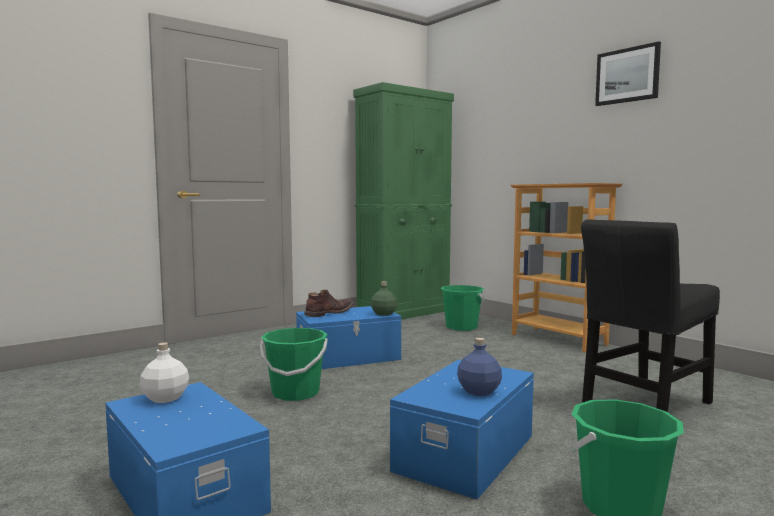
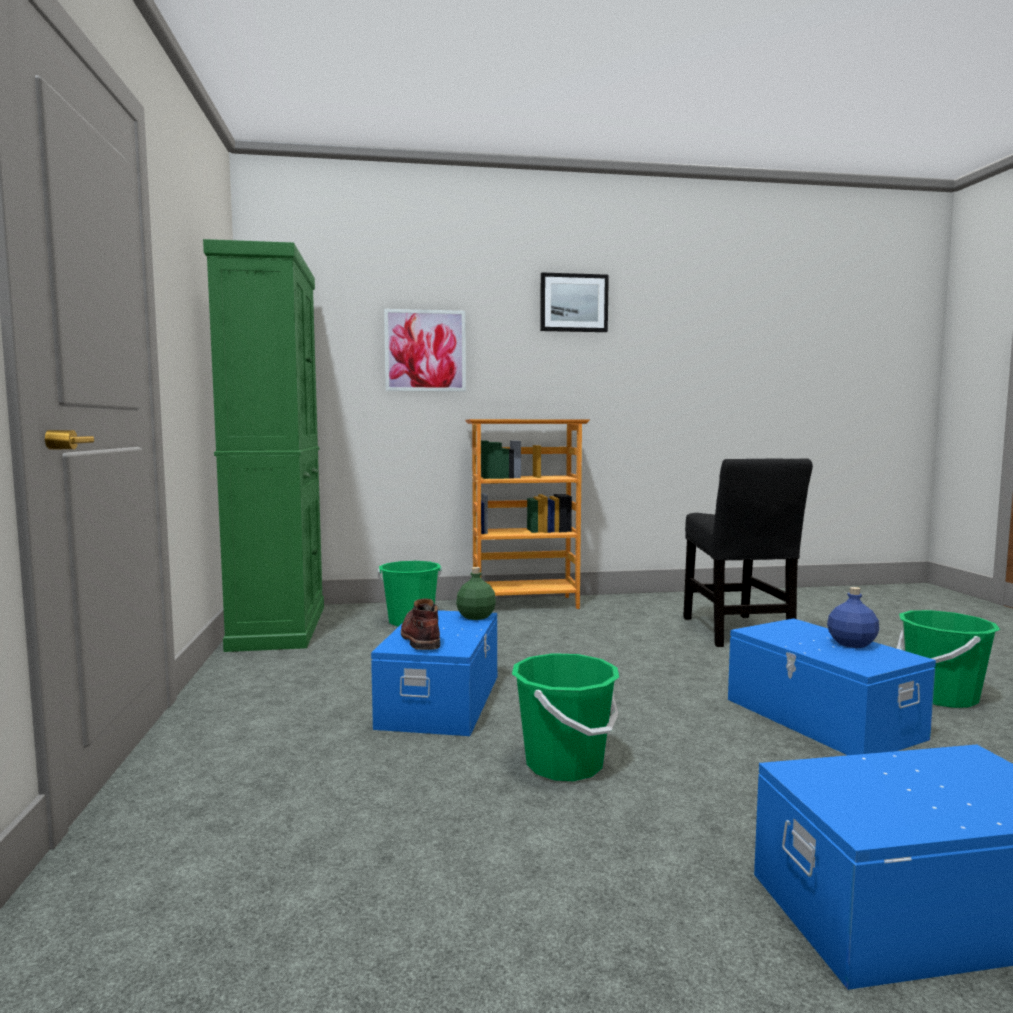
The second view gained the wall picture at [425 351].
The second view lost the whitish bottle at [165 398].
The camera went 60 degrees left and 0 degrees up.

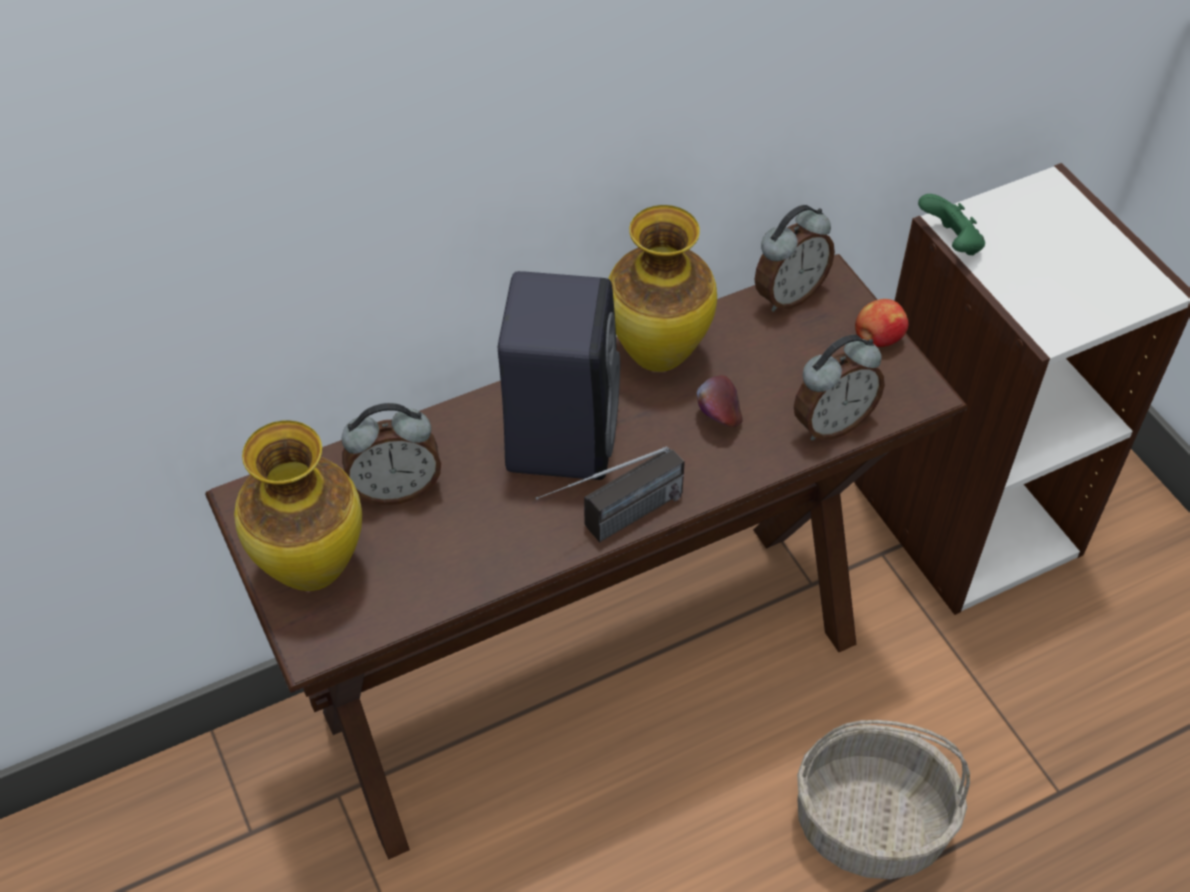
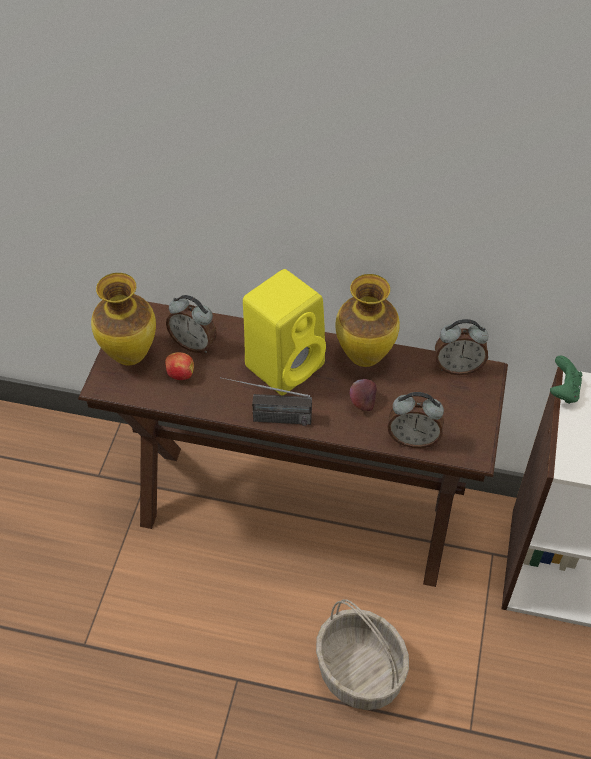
The apple ended up elsewhere, having gone from [877 339] to [180 374].
What was the blackish loudspeaker at [560 432] turned into the yellowish loudspeaker at [286 364].
The camera went 40 degrees right and 0 degrees up.

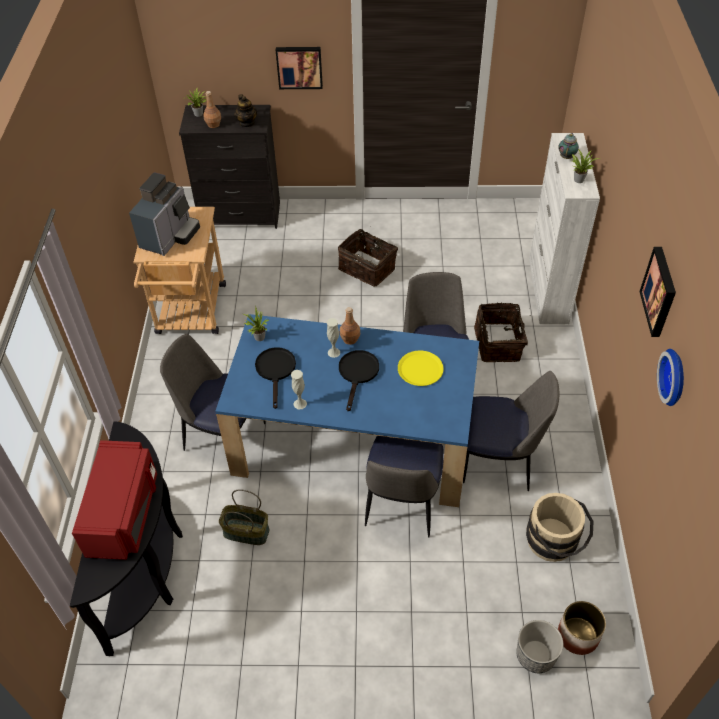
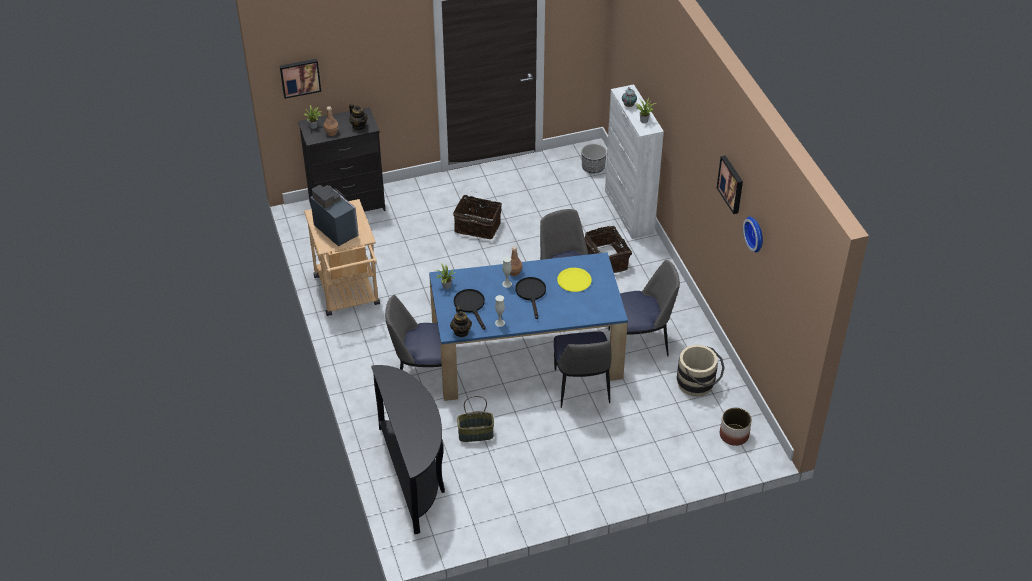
The wall picture ended up elsewhere, having gone from [299 66] to [300 77].
The coffee machine at [169 236] ended up facing another way, 45 degrees counterclockwise from before.
The second view gained the pot for tea at [461 332].
The planter ended up elsewhere, having gone from [536 655] to [593 167].
The second view lost the red-coloured microwave at [124 513].
The camera went 20 degrees left and 5 degrees down.

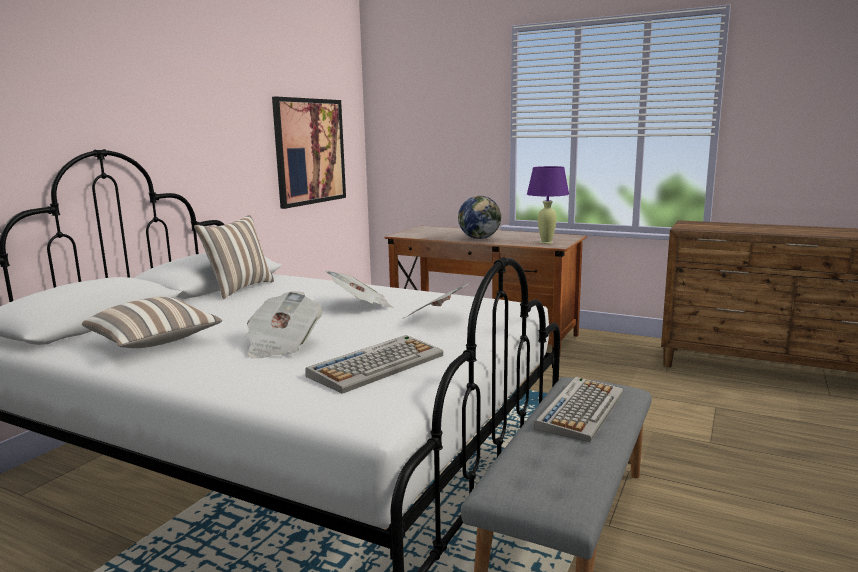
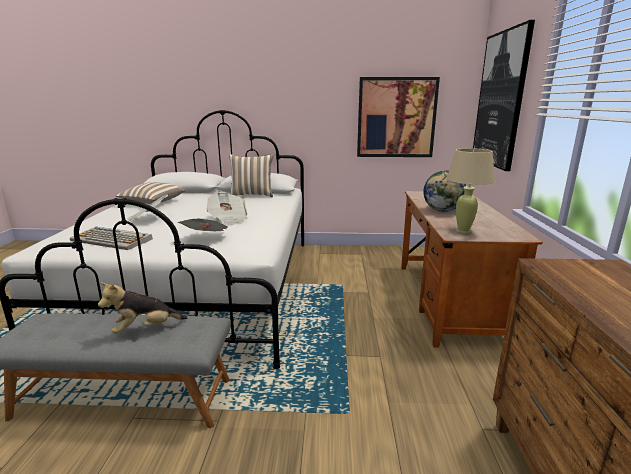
Where the computer keyboard stood at [580 409], the soft toy came to stand at [145 329].
What was the purplish lamp for a table at [546 242] turned into the beige lamp for a table at [463 231].
The second view gained the wall picture at [500 100].
The camera went 65 degrees right and 5 degrees up.

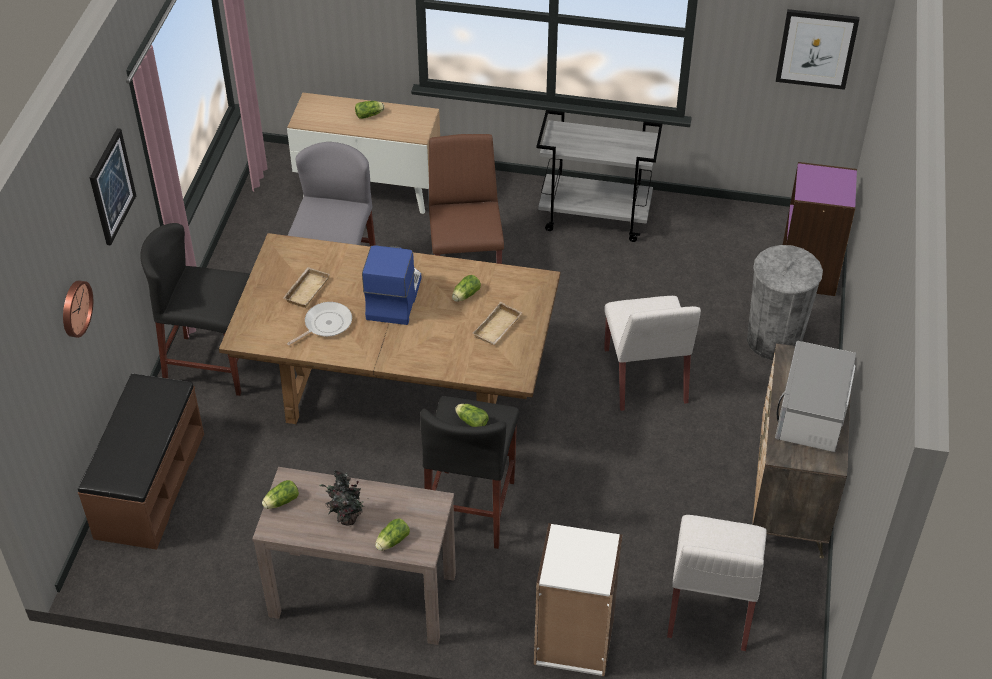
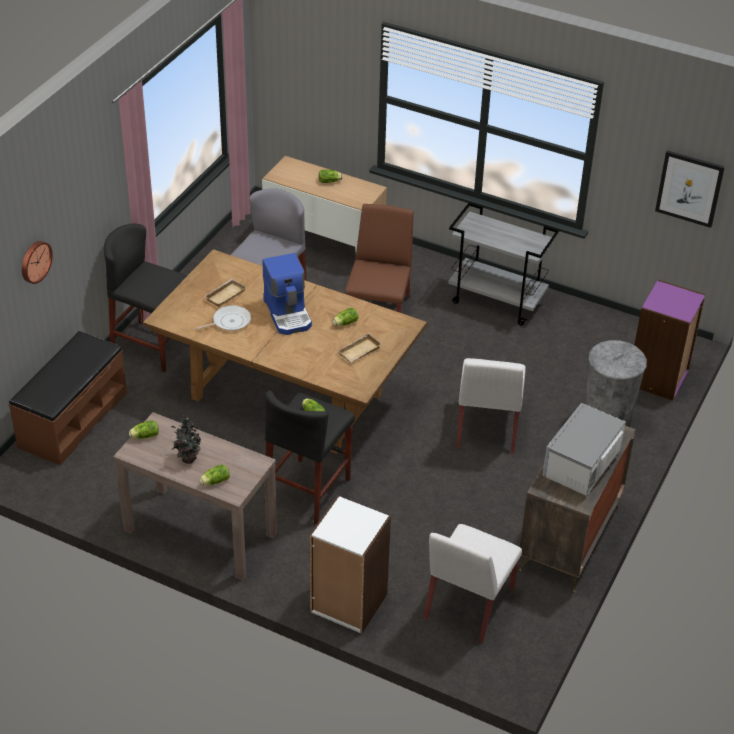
The coffee machine at [393 297] ended up facing another way, 135 degrees clockwise from before.
The second view lost the wall picture at [111 186].
The camera went 15 degrees right and 5 degrees down.

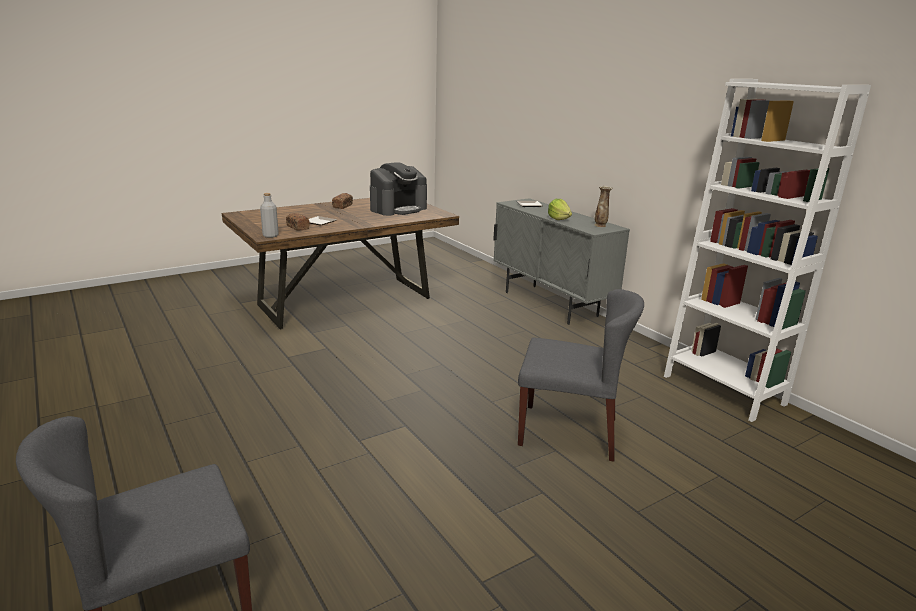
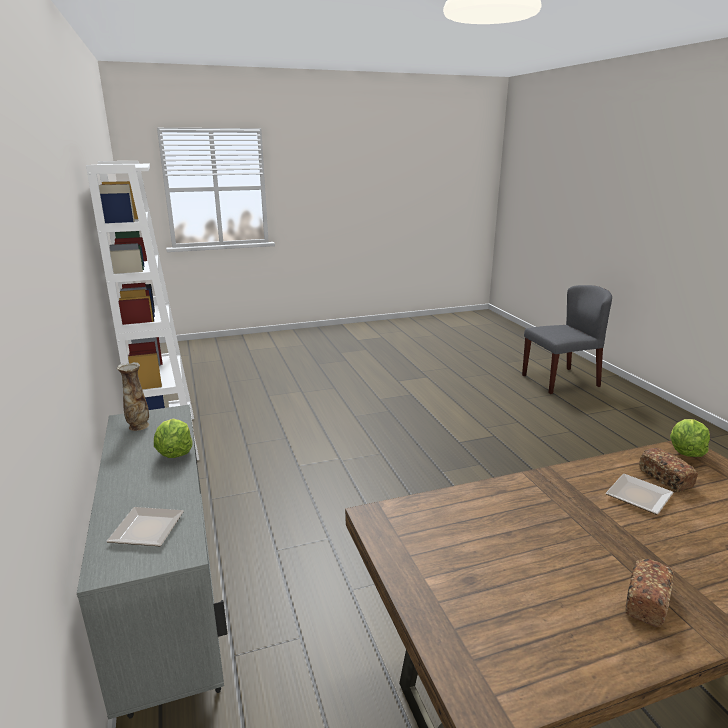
Where the gray bottle stood at [270 236], the lettuce head came to stand at [685 452].
The second view lost the coffee machine at [398 209].
The second view lost the gray chair at [569 431].
The camera went 165 degrees left and 0 degrees up.

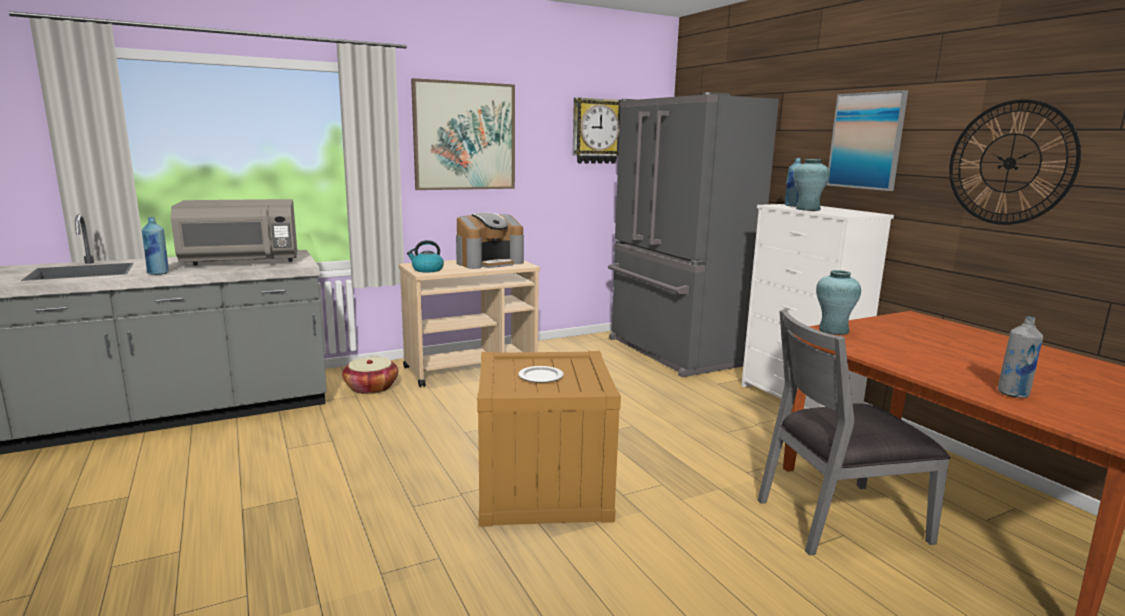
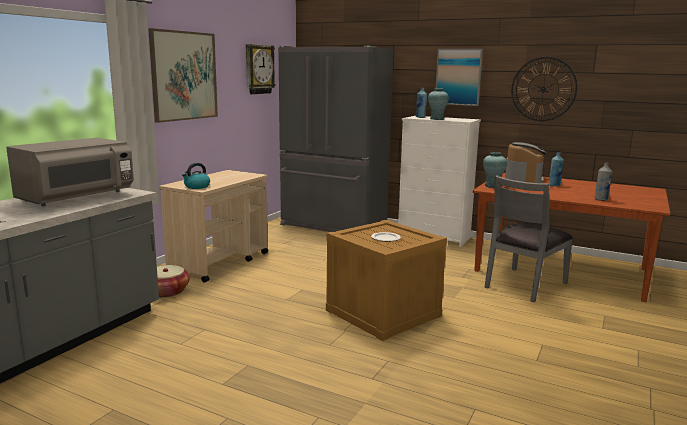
The coffee machine ended up elsewhere, having gone from [489 262] to [524 180].
The bluish bottle ended up elsewhere, having gone from [158 273] to [554 185].
The camera went 35 degrees left and 0 degrees up.

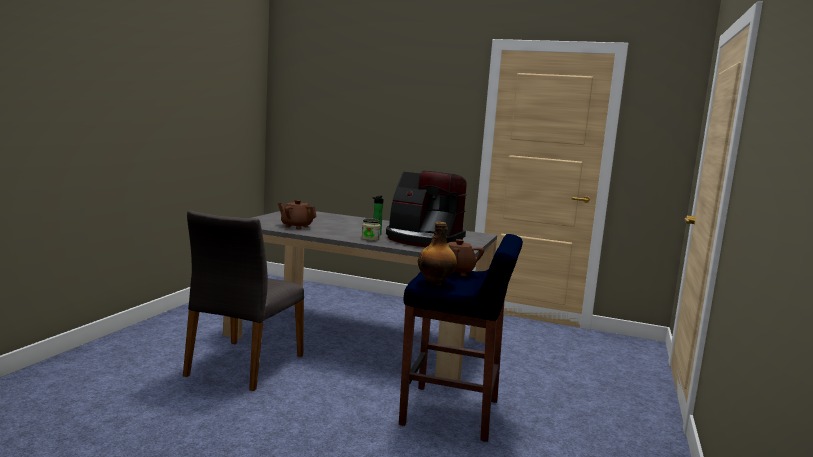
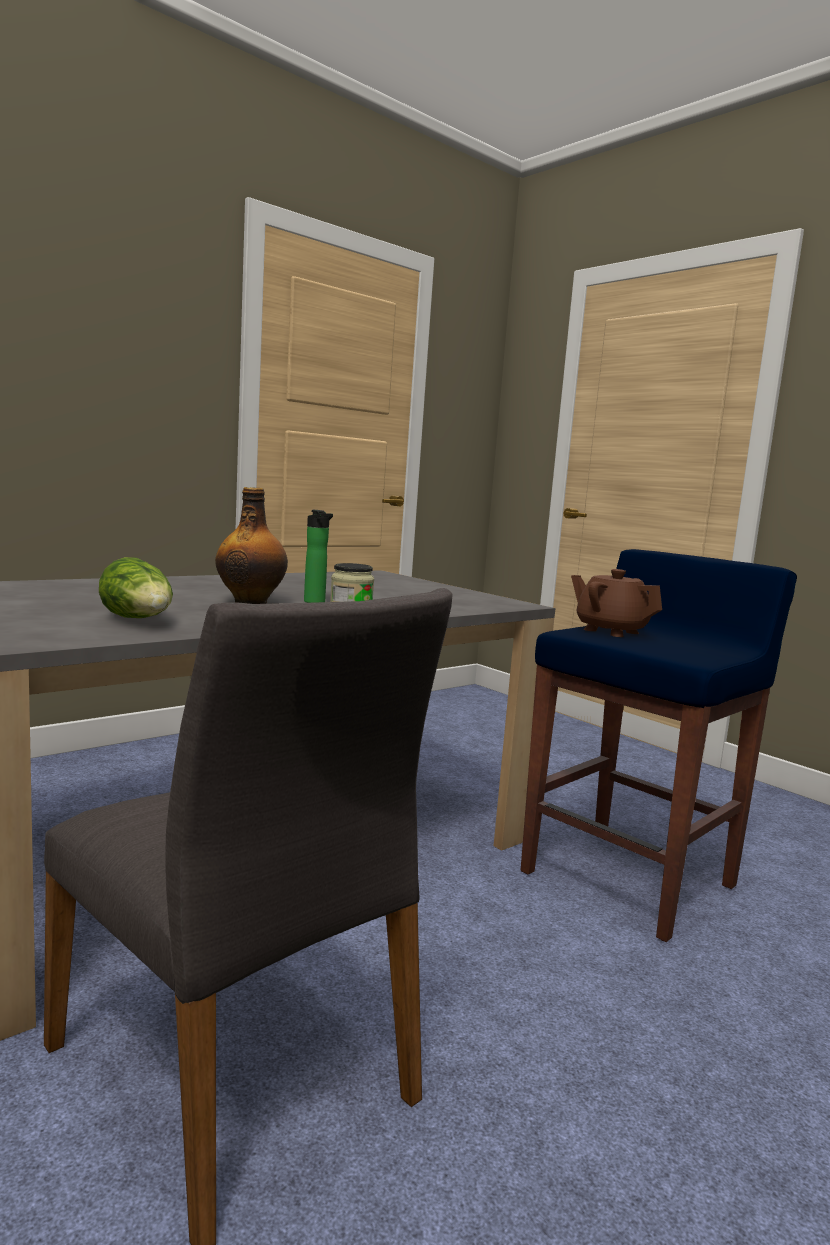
Where the brown pot for tea stood at [296 226], the lettuce head came to stand at [140 620].
The bottle ended up elsewhere, having gone from [436 283] to [251 602].
The second view lost the coffee machine at [423 239].
The camera went 60 degrees left and 0 degrees up.

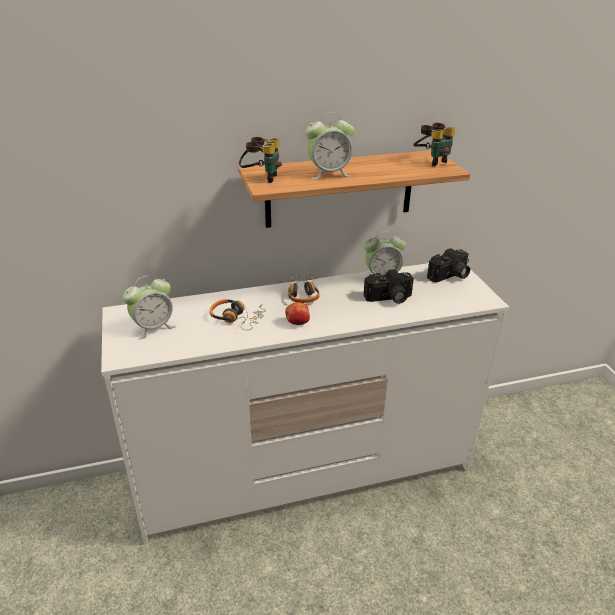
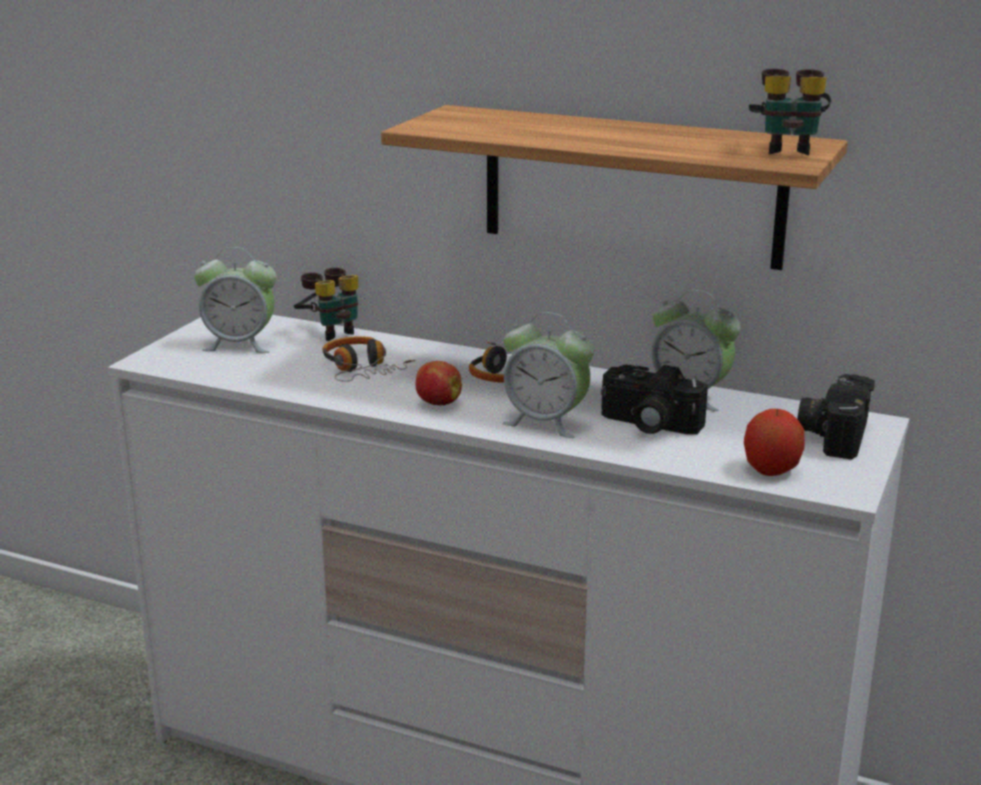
The field glasses ended up elsewhere, having gone from [261 178] to [330 332].
The bedside clock ended up elsewhere, having gone from [329 174] to [546 422].
The second view gained the apple at [771 470].
The still camera at [450 276] ended up facing another way, 105 degrees clockwise from before.
The camera went 40 degrees right and 10 degrees down.

